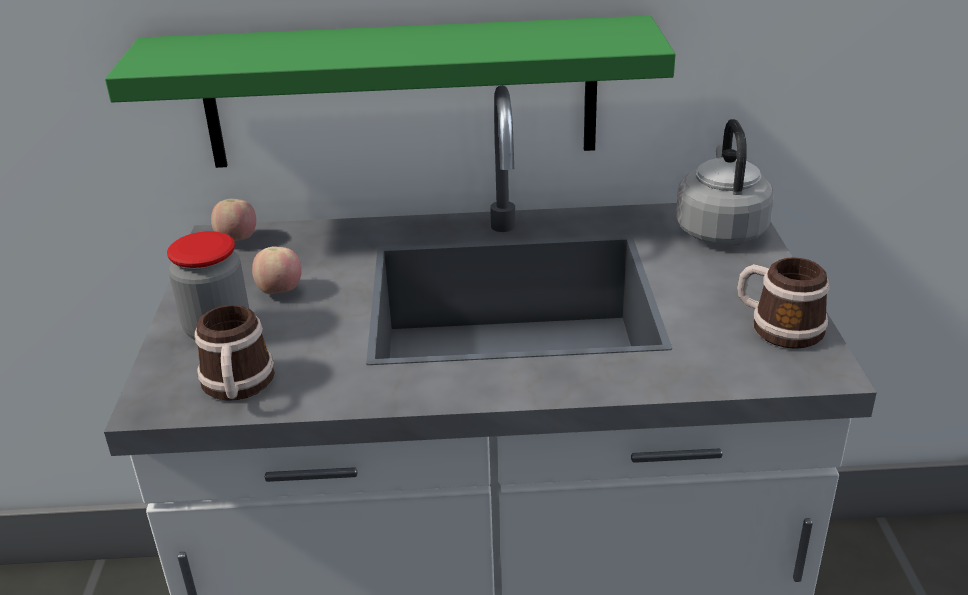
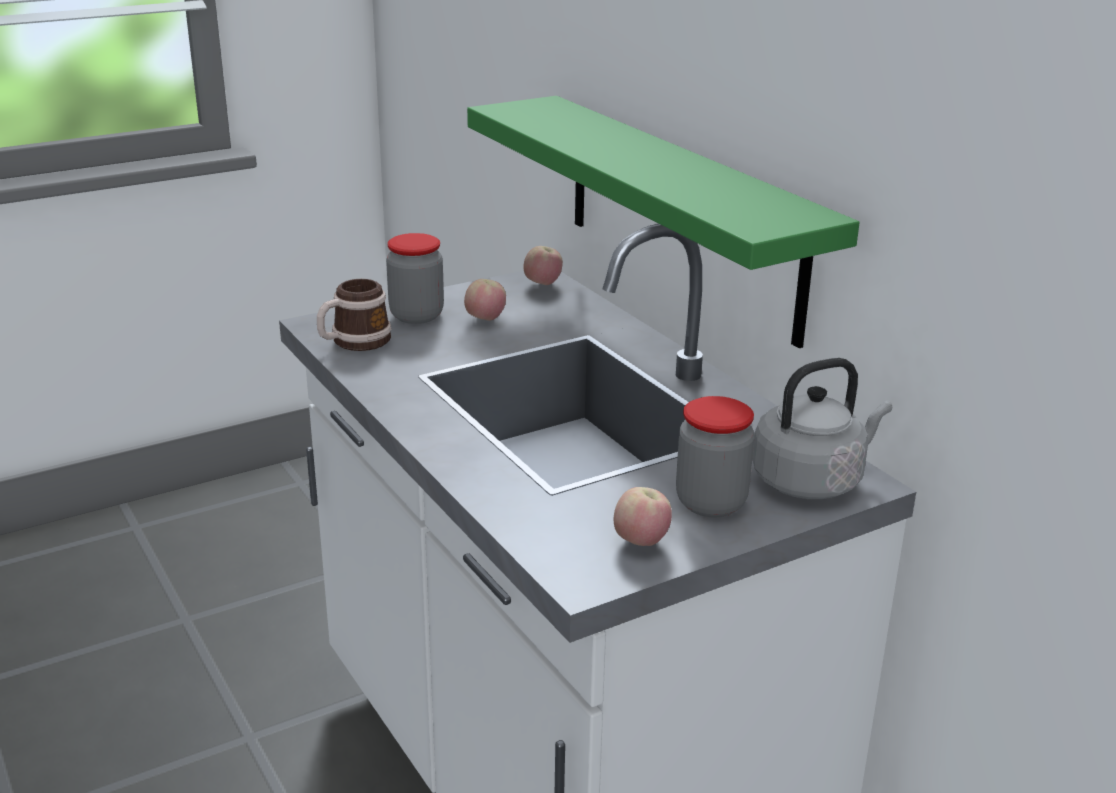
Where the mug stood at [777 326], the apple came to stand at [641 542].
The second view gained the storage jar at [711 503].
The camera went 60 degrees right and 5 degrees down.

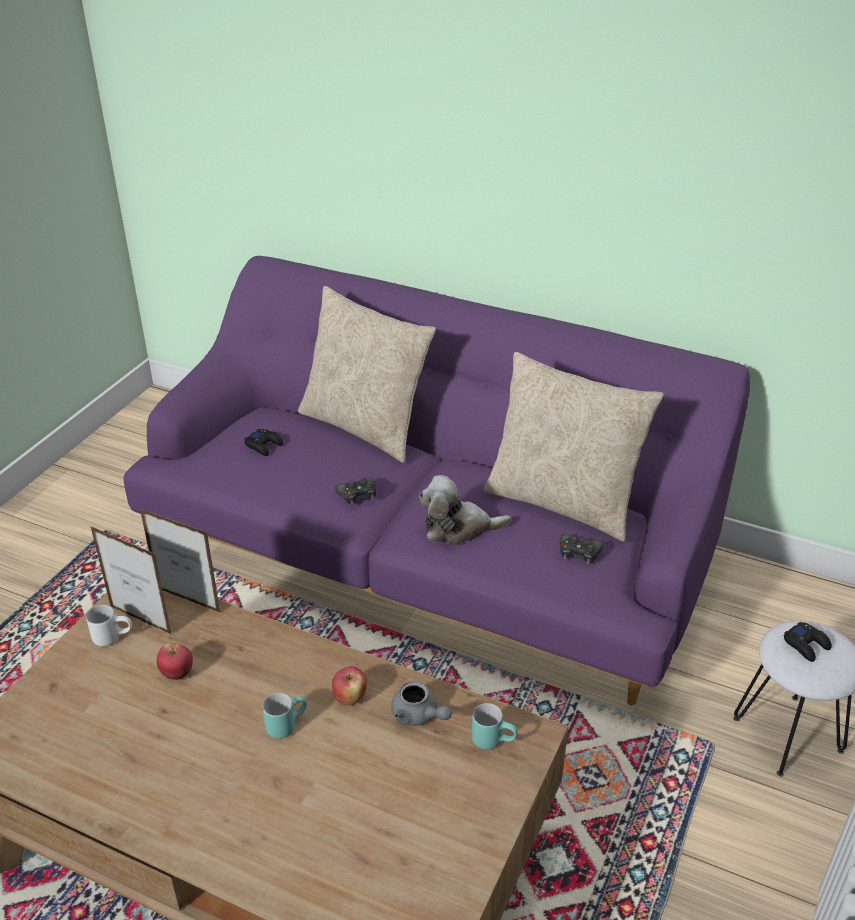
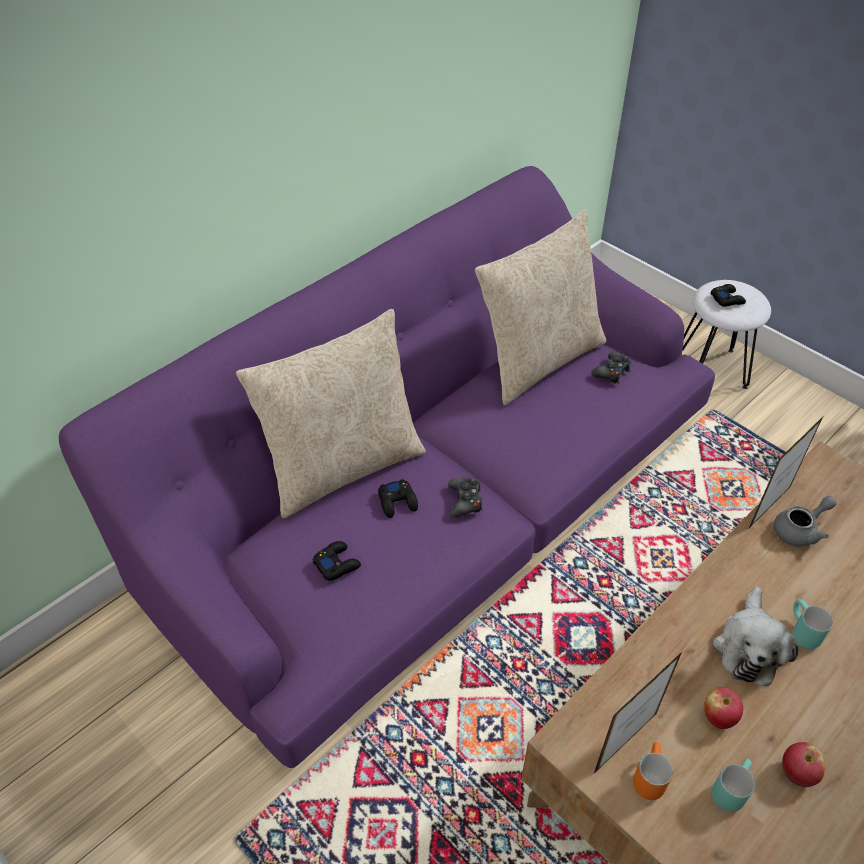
The second view gained the blackish gamepad at [398 502].
What was the whitish mug at [113 636] turned into the orange mug at [647 777].
The blue-green mug ended up elsewhere, having gone from [493 739] to [728 789].
The soft toy ended up elsewhere, having gone from [458 528] to [749 646].
The standing frame ended up elsewhere, having gone from [188 600] to [769 507].
The apple ended up elsewhere, having gone from [350 698] to [797 773].
The camera went 70 degrees left and 10 degrees up.

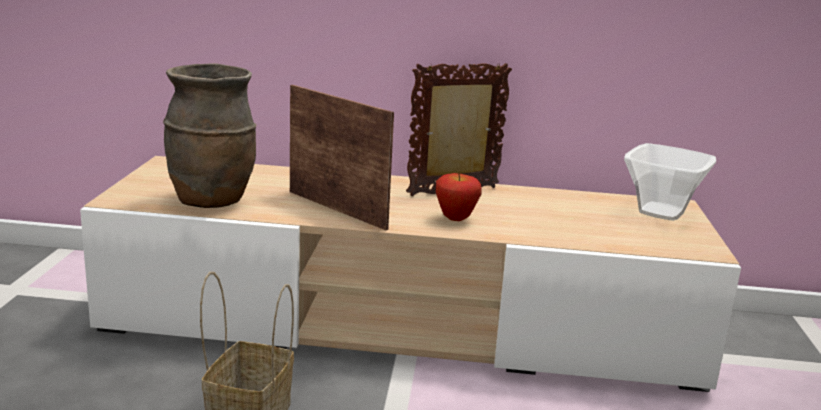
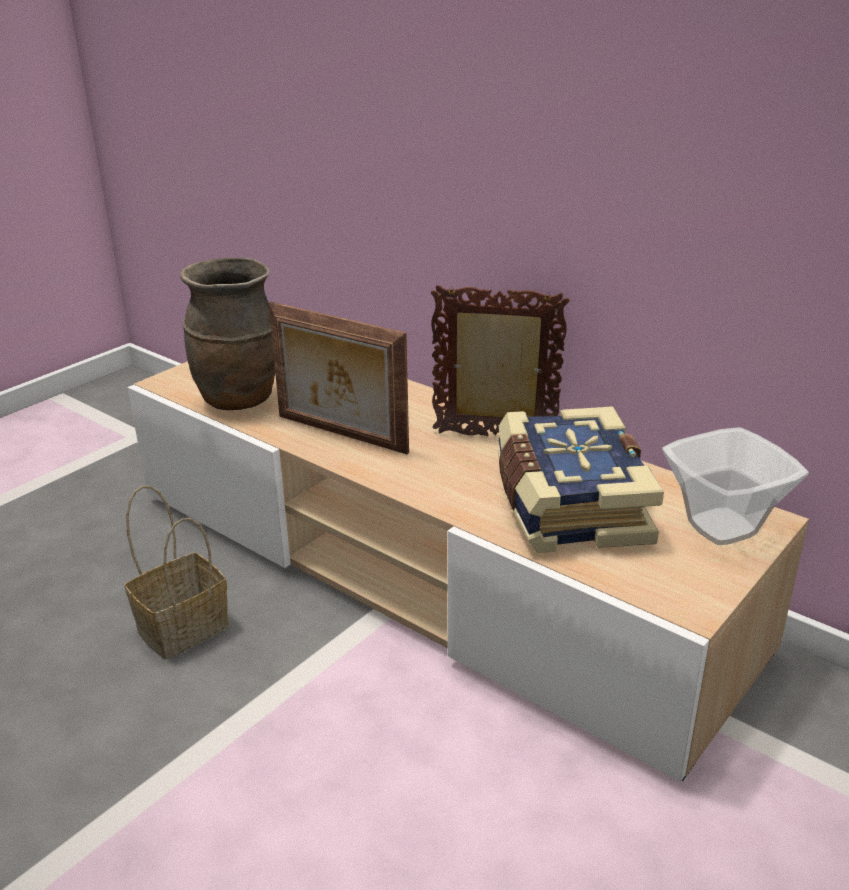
The standing frame at [338 209] ended up facing another way, 135 degrees clockwise from before.
The second view gained the bound book at [567 504].
The second view lost the apple at [456 219].
The camera went 35 degrees right and 10 degrees up.

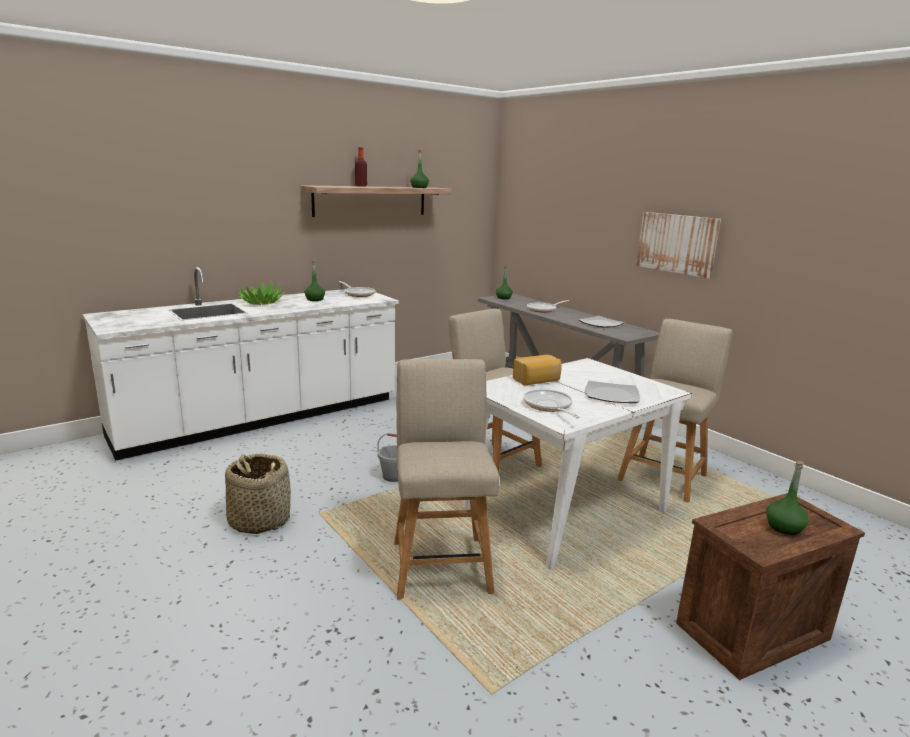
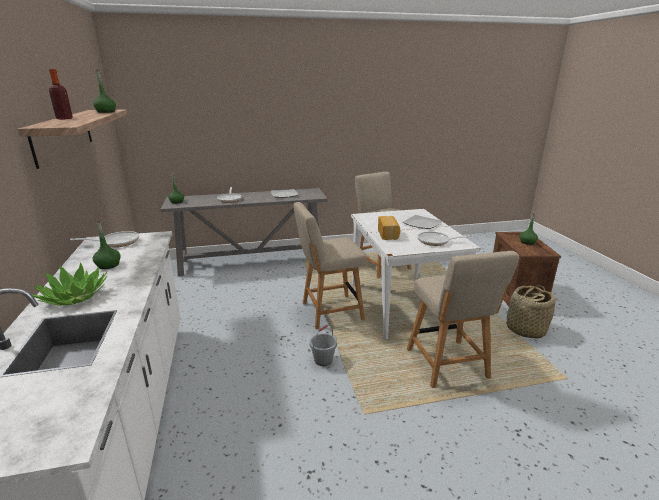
The beige chair at [440 562] ended up facing another way, 120 degrees counterclockwise from before.
The household basket ended up elsewhere, having gone from [259 520] to [525 329].
The second view lost the wall picture at [677 243].
The camera went 65 degrees left and 5 degrees up.

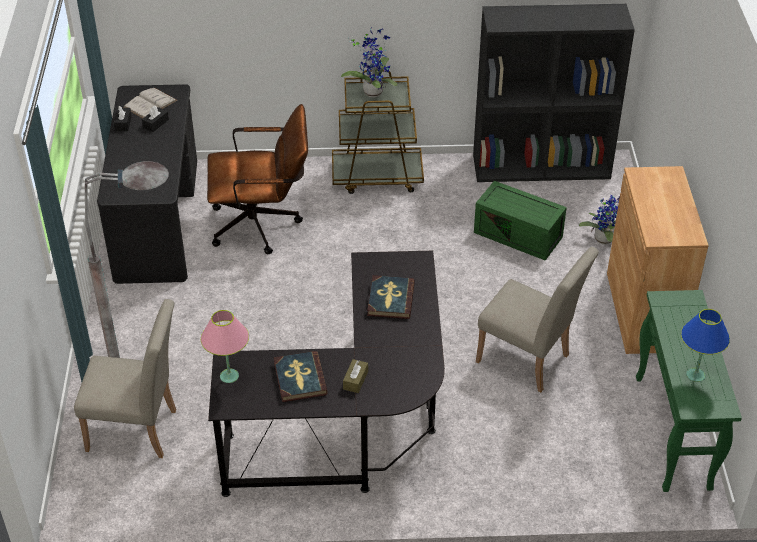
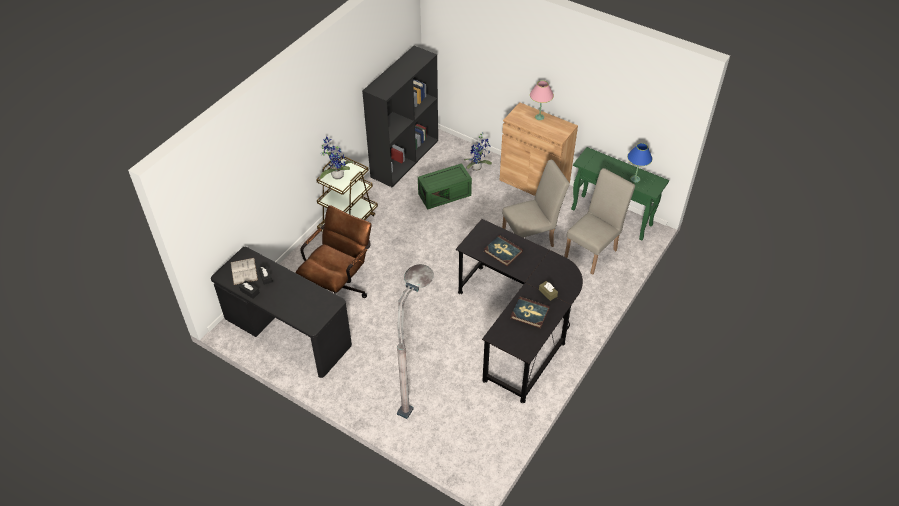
The pink-coloured lamp for a table ended up elsewhere, having gone from [229 376] to [539 117].
The beige chair ended up elsewhere, having gone from [139 431] to [593 251].
The camera went 55 degrees left and 5 degrees up.

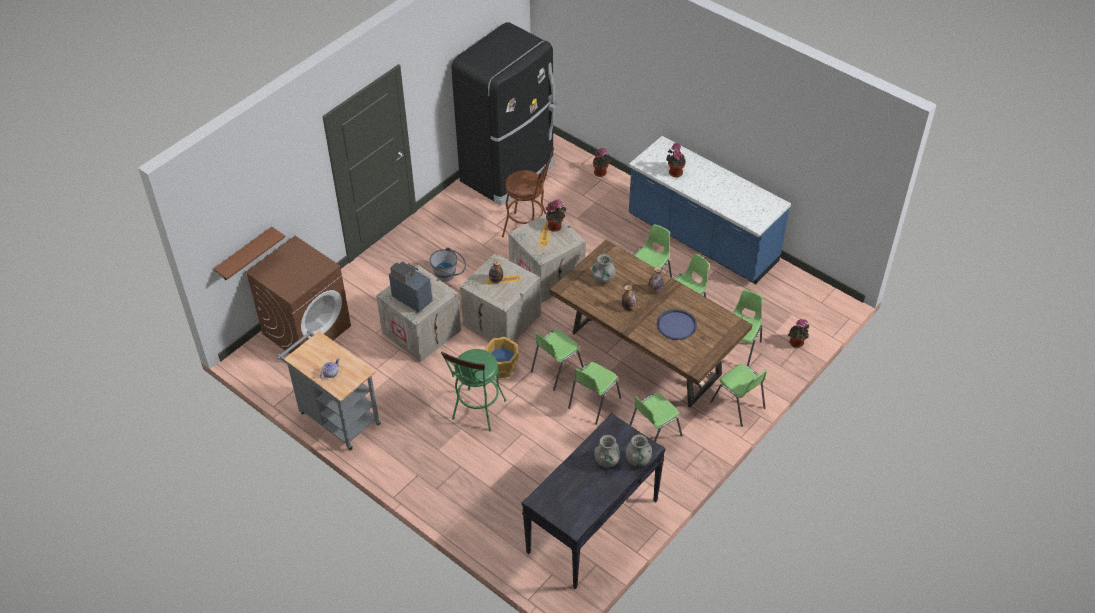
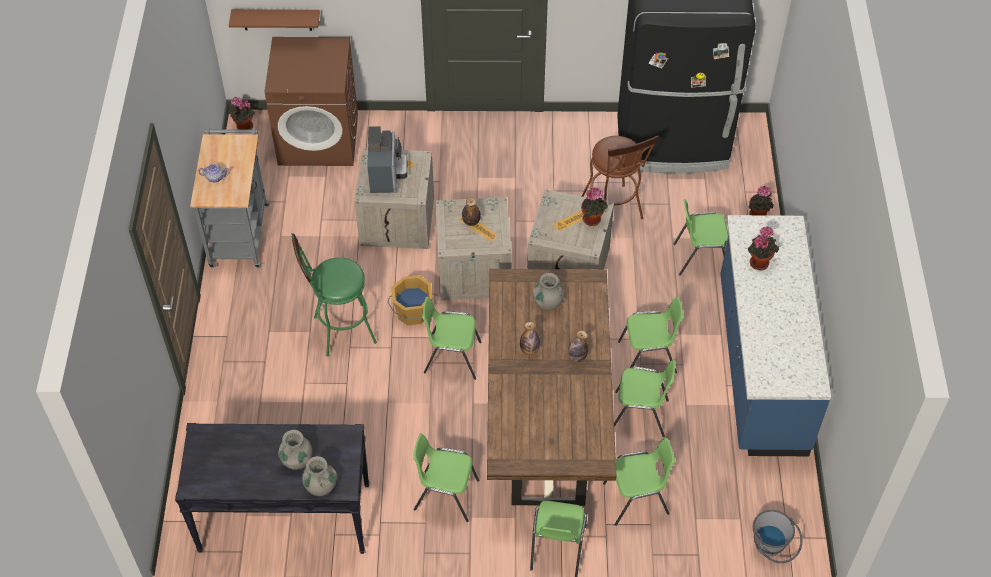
The houseplant ended up elsewhere, having gone from [796 344] to [243 127].
The green chair ended up elsewhere, having gone from [593 403] to [700 258].
The gray bucket ended up elsewhere, having gone from [449 275] to [772 549].
The second view lost the bluish tray at [676 325].
The camera went 50 degrees right and 5 degrees up.

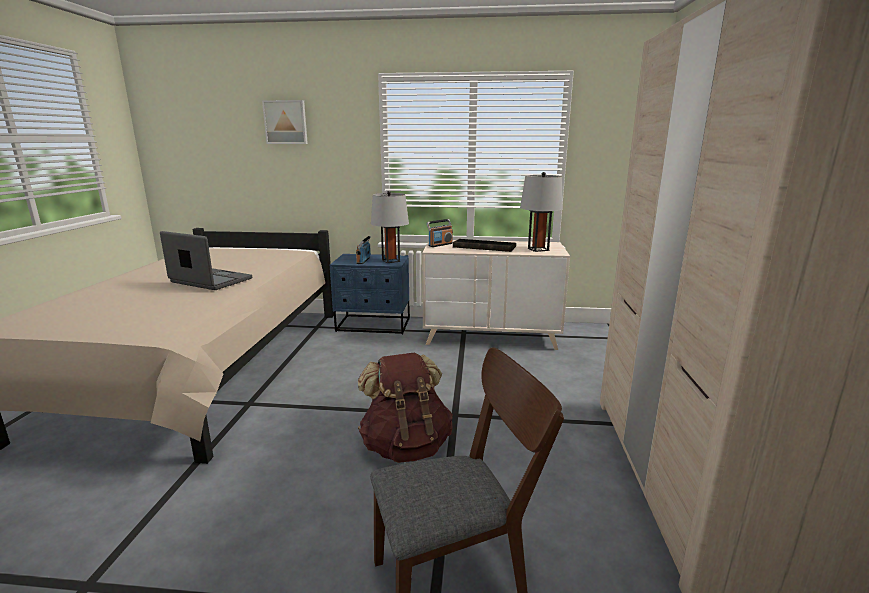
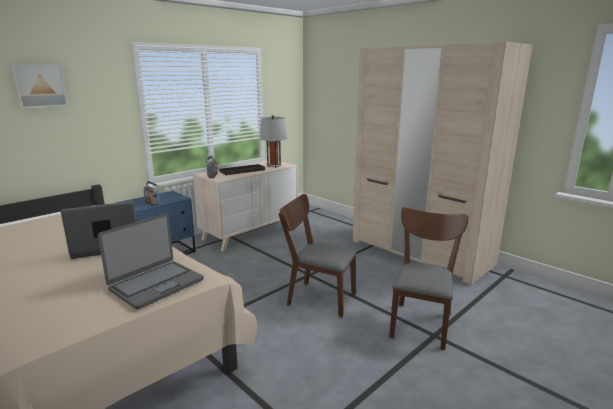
The second view gained the laptop at [156 284].
Where the brown knapsack stood at [406 446], the brown chair came to stand at [316 297].
The second view lost the gray lamp for a table at [391 261].
The camera went 50 degrees left and 0 degrees up.

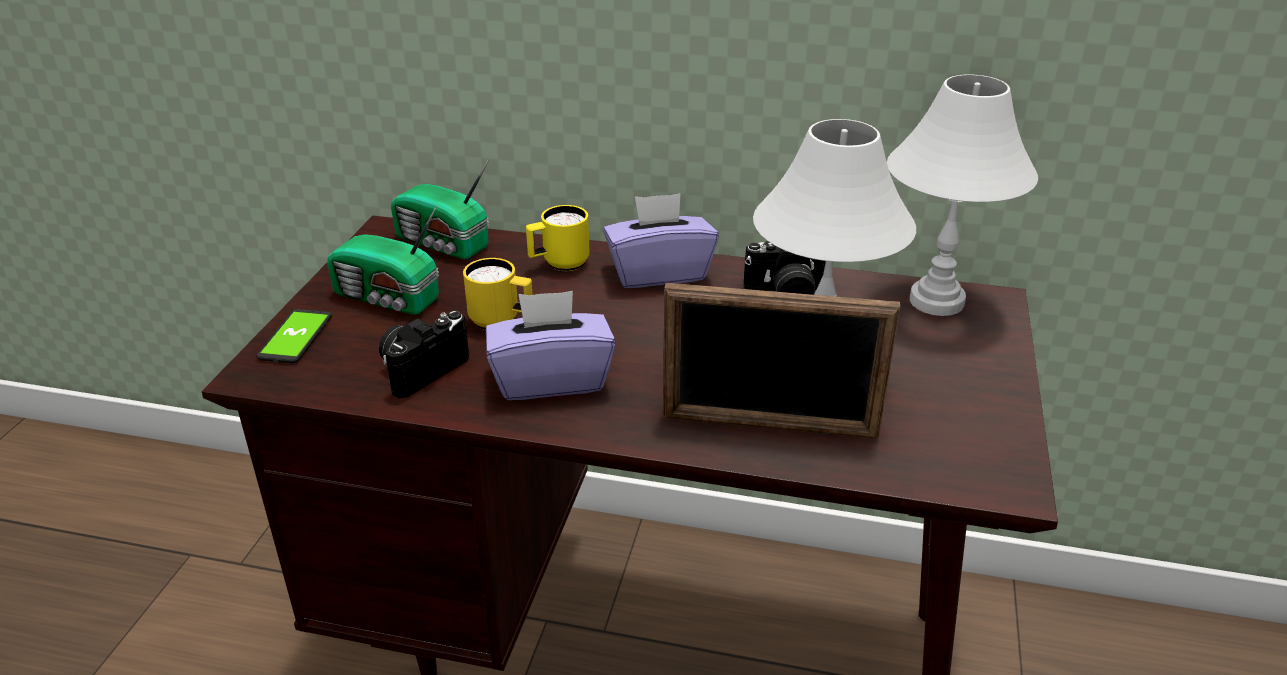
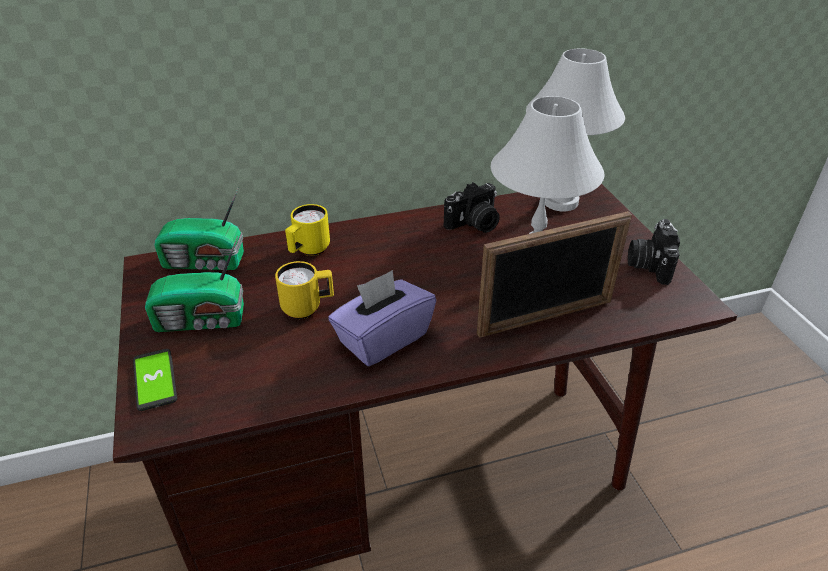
The still camera ended up elsewhere, having gone from [421 369] to [649 264].
The second view lost the purplish tissue box at [658 272].
The camera went 30 degrees left and 5 degrees up.

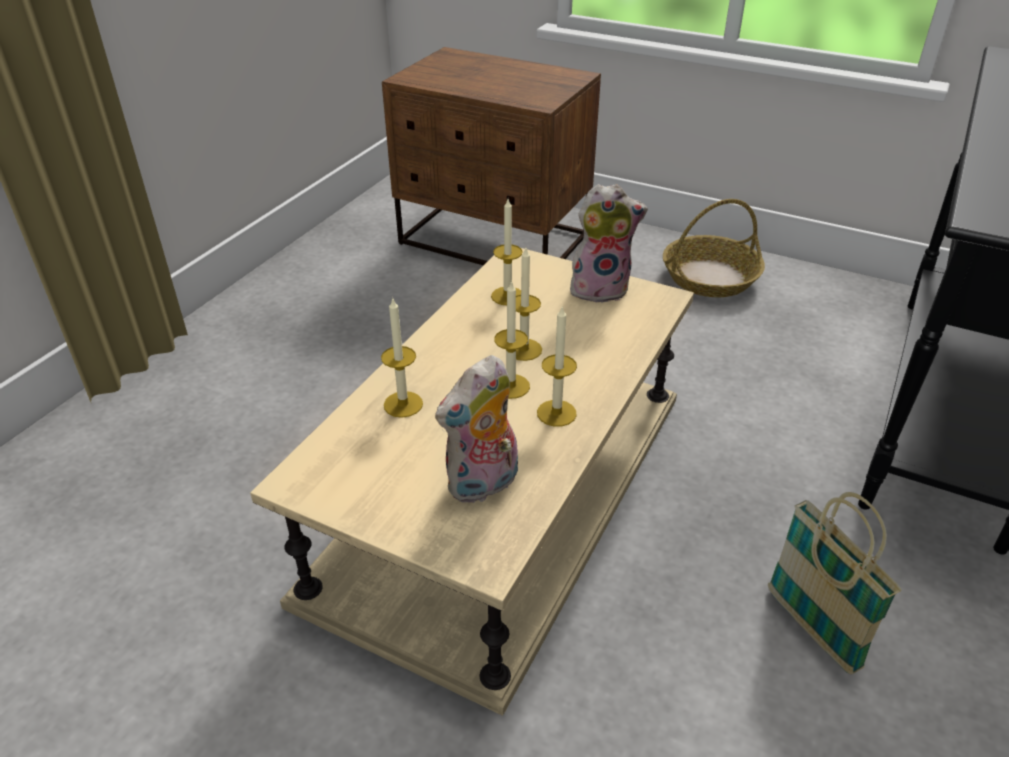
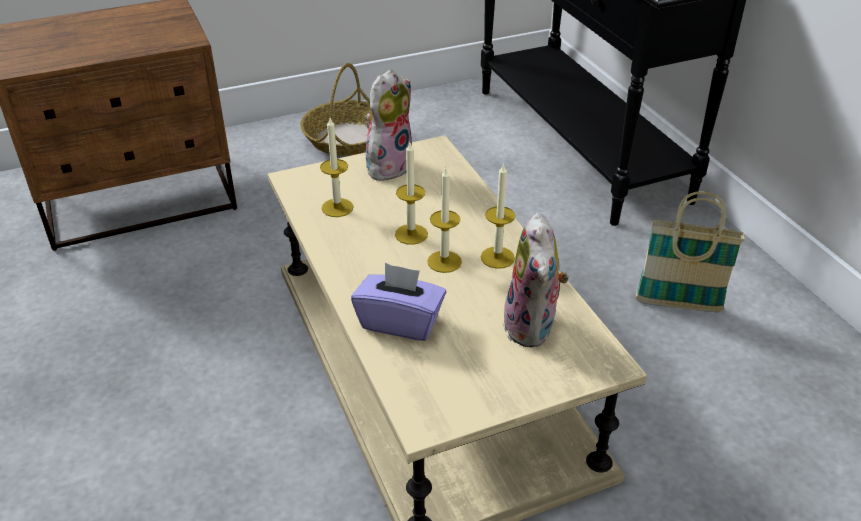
Where the candle stood at [403 404], the purplish tissue box came to stand at [400 322].
The camera went 50 degrees left and 0 degrees up.

